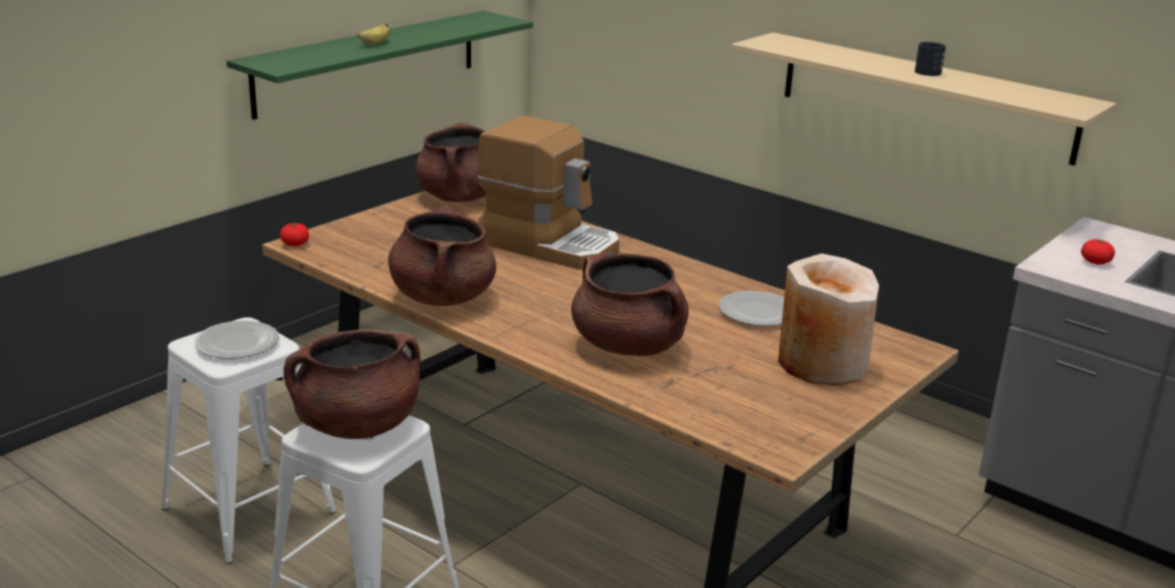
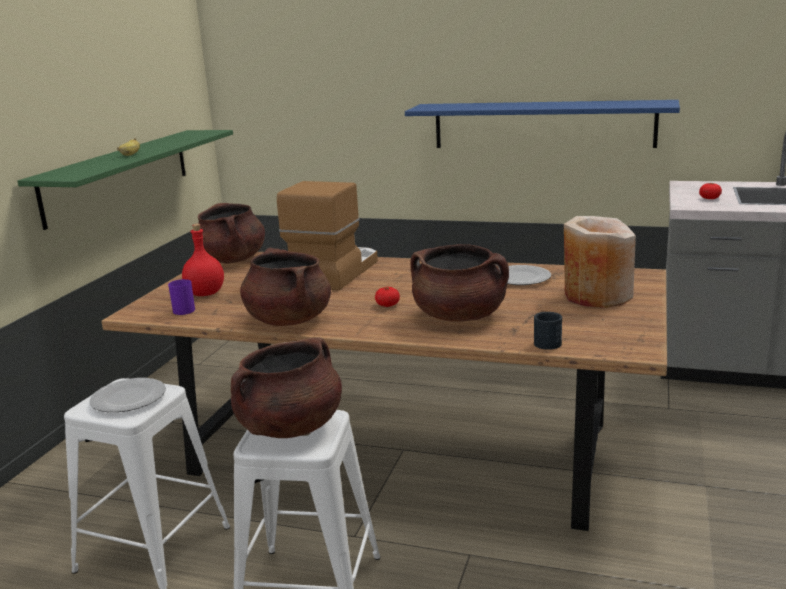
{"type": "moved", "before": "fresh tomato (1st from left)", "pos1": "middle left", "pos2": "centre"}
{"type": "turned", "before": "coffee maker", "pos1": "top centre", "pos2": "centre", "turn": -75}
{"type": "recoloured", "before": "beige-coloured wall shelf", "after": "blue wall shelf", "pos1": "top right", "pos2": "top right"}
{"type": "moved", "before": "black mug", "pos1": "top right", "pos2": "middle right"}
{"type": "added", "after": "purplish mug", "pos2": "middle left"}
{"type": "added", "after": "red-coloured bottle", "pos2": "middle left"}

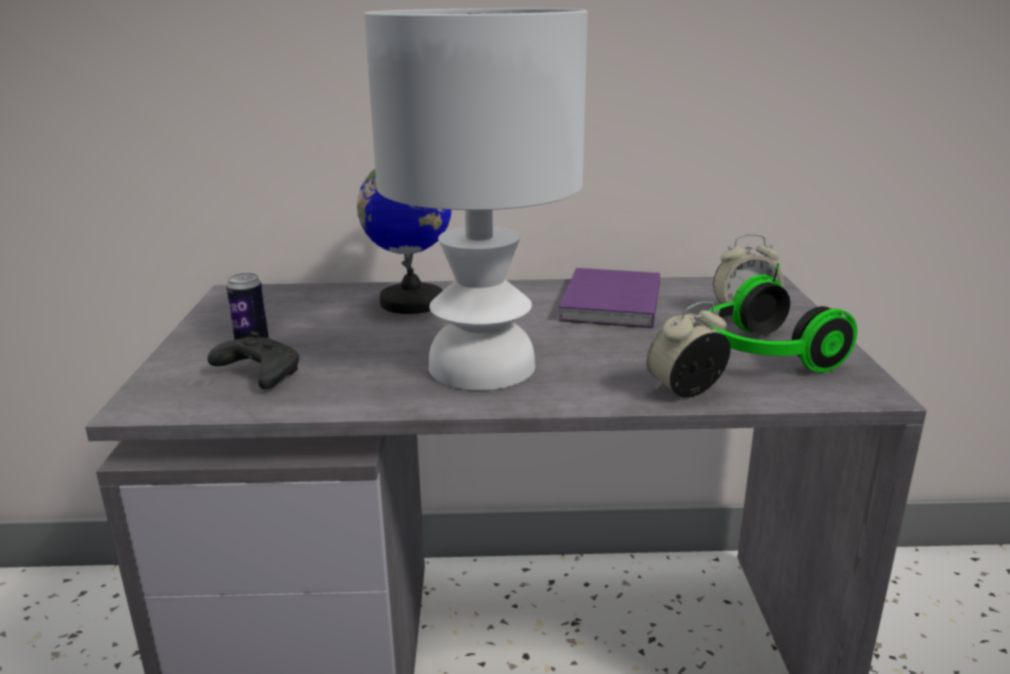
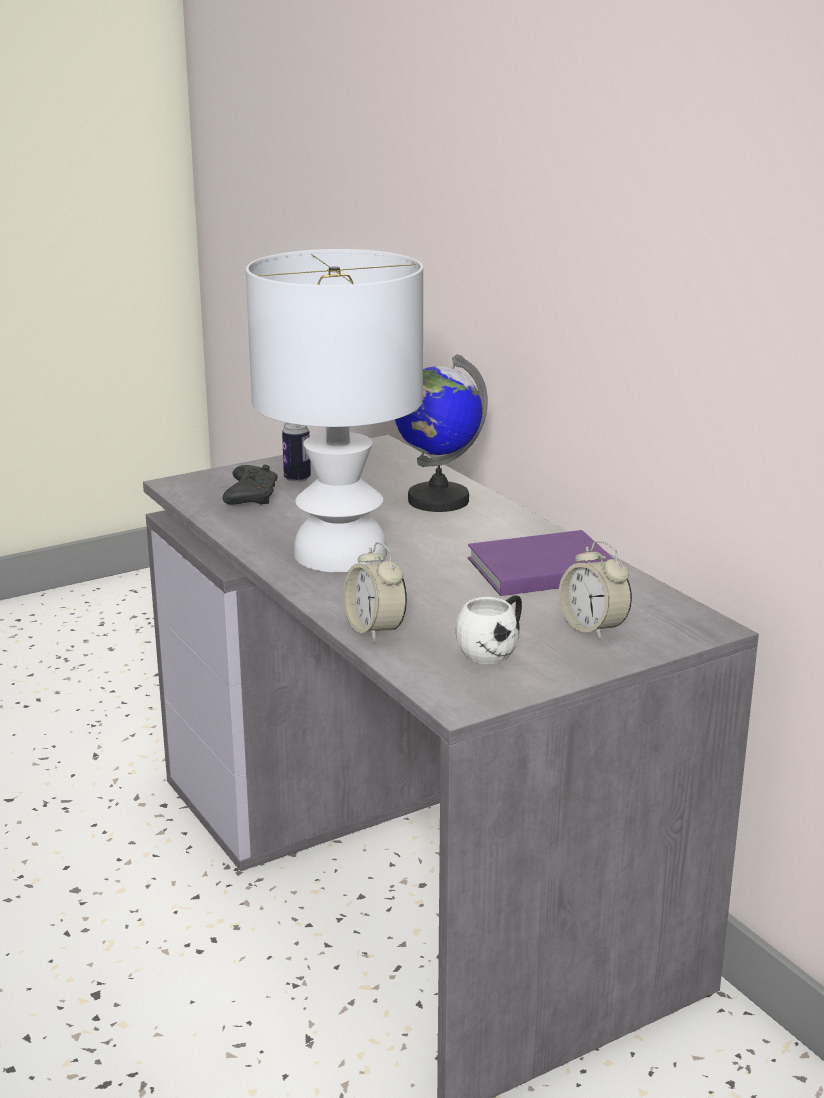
{"type": "turned", "before": "table clock (1st from left)", "pos1": "middle right", "pos2": "centre", "turn": -150}
{"type": "replaced", "before": "headphones", "after": "whitish mug", "pos1": "middle right", "pos2": "centre"}

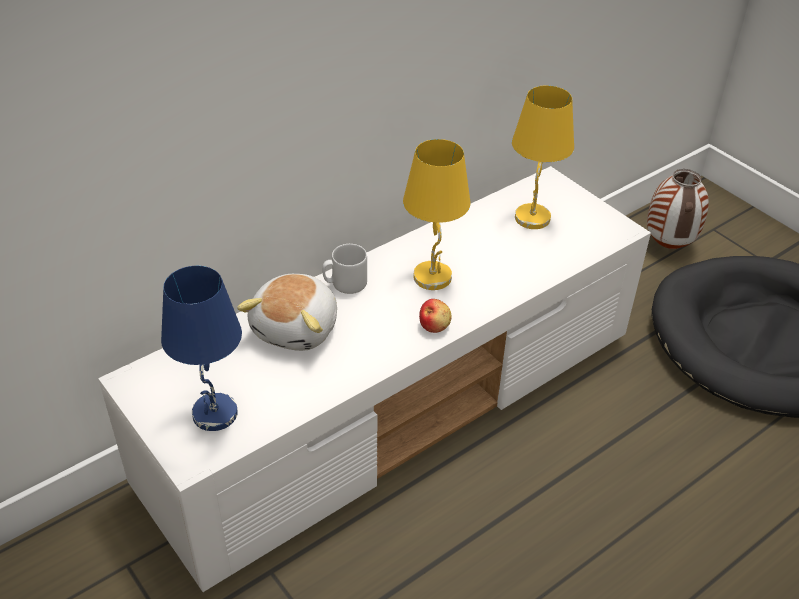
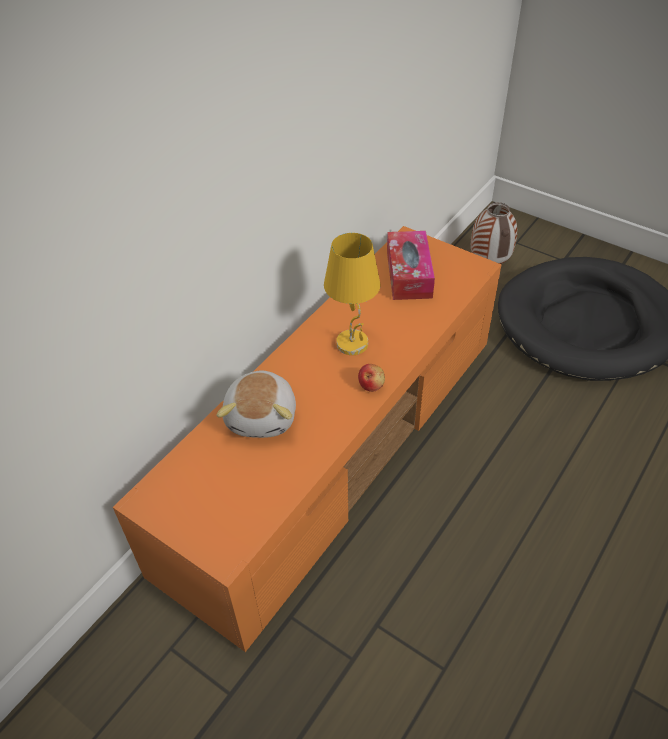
{"type": "recoloured", "before": "whitish tv unit", "after": "orange tv unit", "pos1": "centre", "pos2": "centre"}
{"type": "removed", "before": "blue tabletop lamp", "pos1": "middle left"}
{"type": "removed", "before": "greyish mug", "pos1": "centre"}
{"type": "replaced", "before": "yellow tabletop lamp (2nd from left)", "after": "tissue box", "pos1": "top right", "pos2": "centre"}

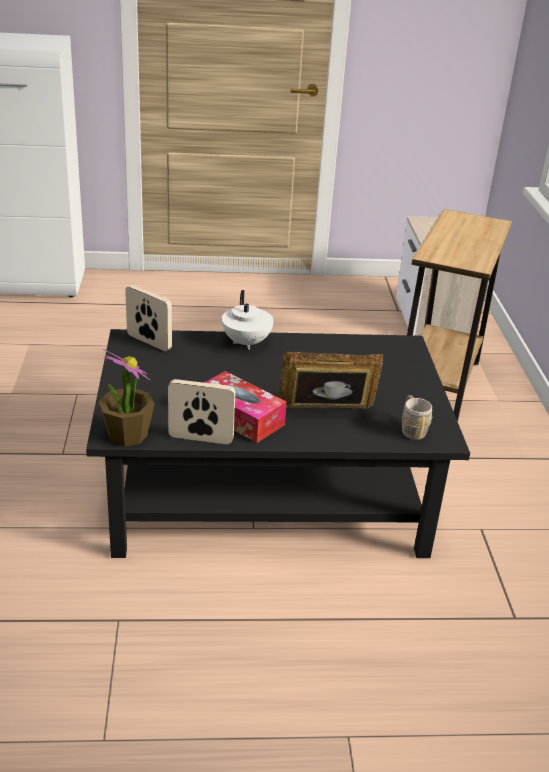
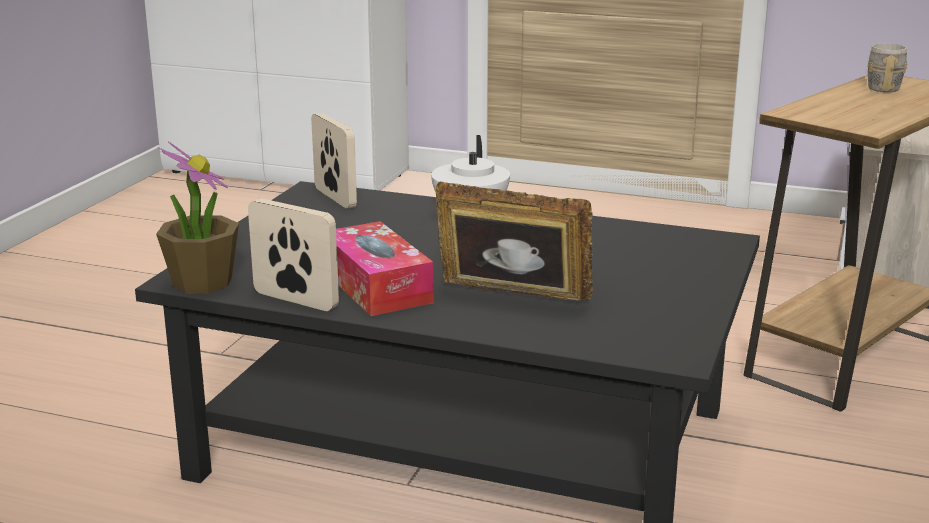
{"type": "moved", "before": "greyish mug", "pos1": "middle right", "pos2": "top right"}

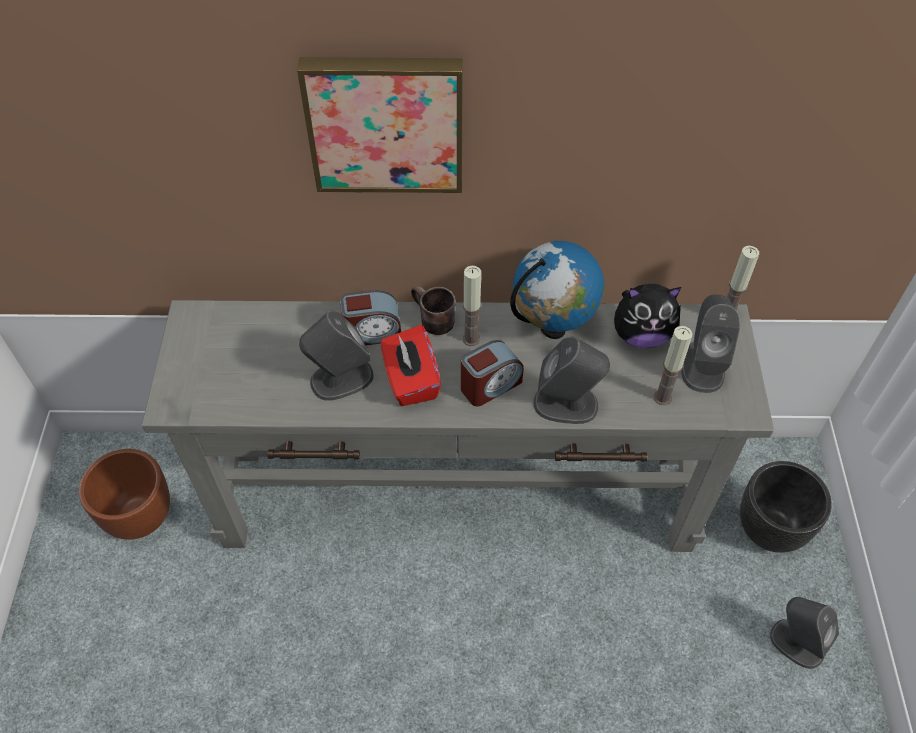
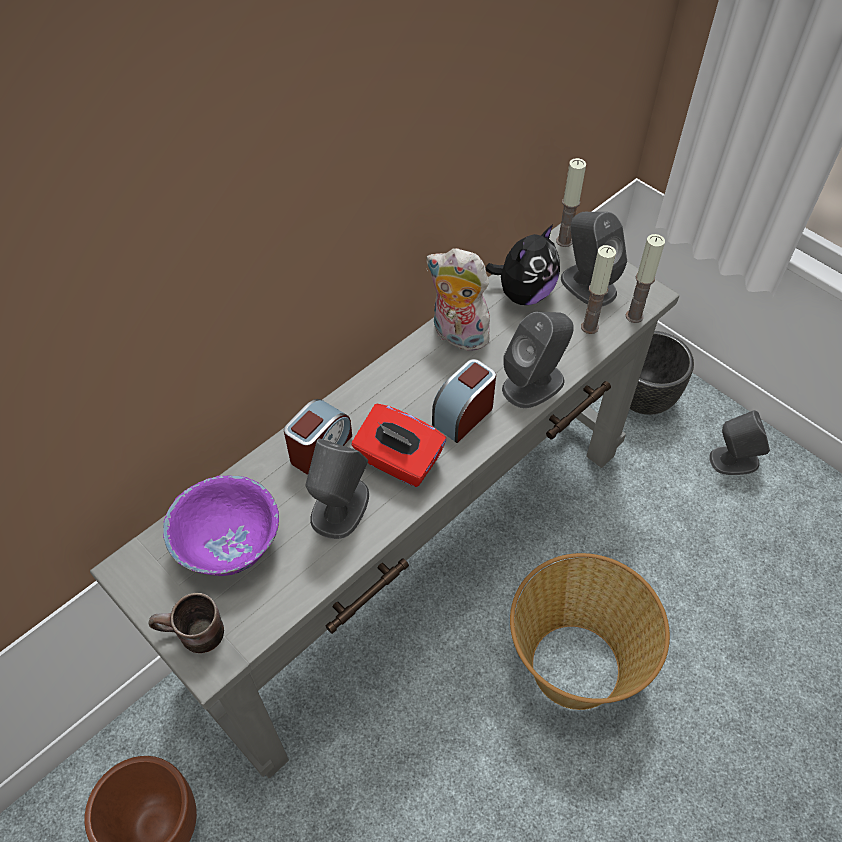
{"type": "removed", "before": "wall art", "pos1": "top centre"}
{"type": "moved", "before": "brown mug", "pos1": "centre", "pos2": "bottom left"}
{"type": "turned", "before": "table clock (2nd from left)", "pos1": "centre", "pos2": "centre", "turn": -150}
{"type": "moved", "before": "wax light (1st from left in the first image)", "after": "wax light (3rd from left)", "pos1": "centre", "pos2": "top right"}
{"type": "replaced", "before": "desk globe", "after": "cuddly toy (1st from left)", "pos1": "centre", "pos2": "centre"}
{"type": "added", "after": "purplish bowl", "pos2": "middle left"}
{"type": "added", "after": "storage basket", "pos2": "bottom right"}

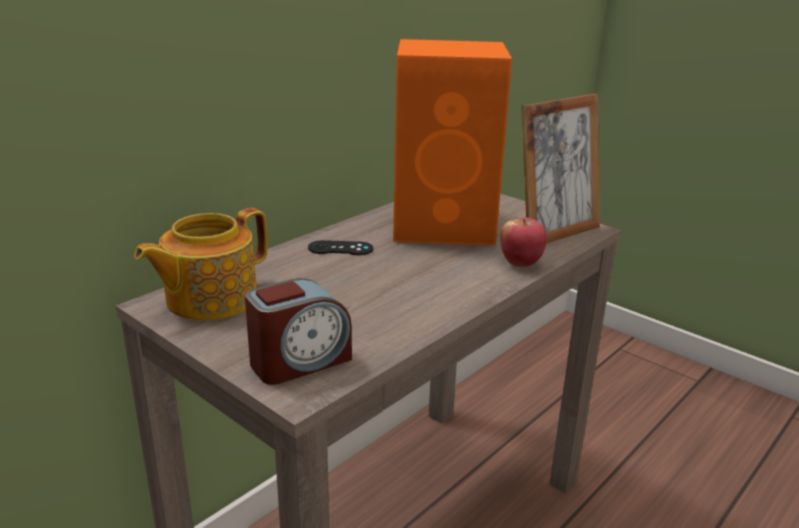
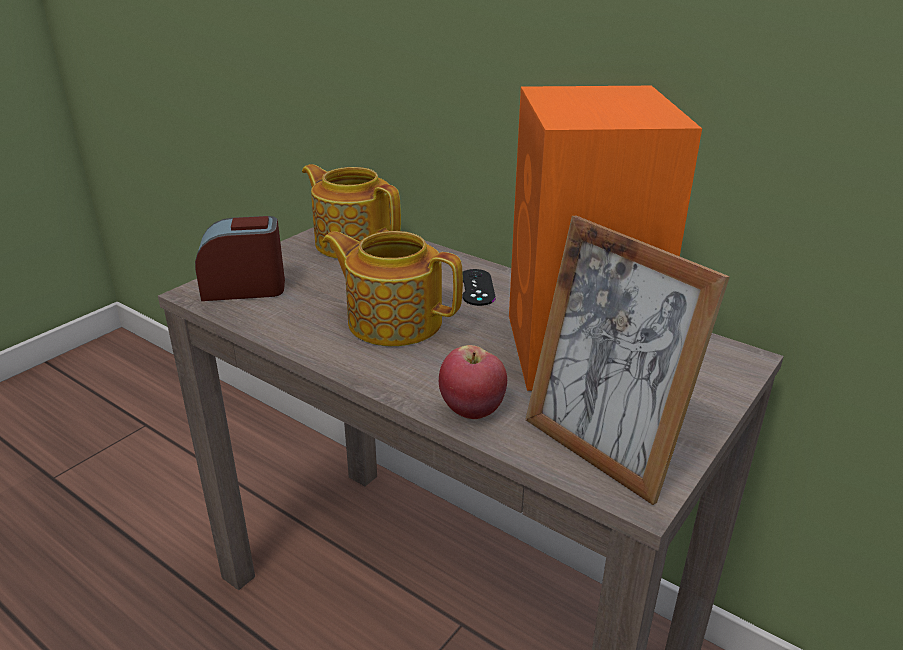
{"type": "turned", "before": "table clock", "pos1": "centre", "pos2": "middle left", "turn": 120}
{"type": "added", "after": "tea pot (2nd from left)", "pos2": "centre"}

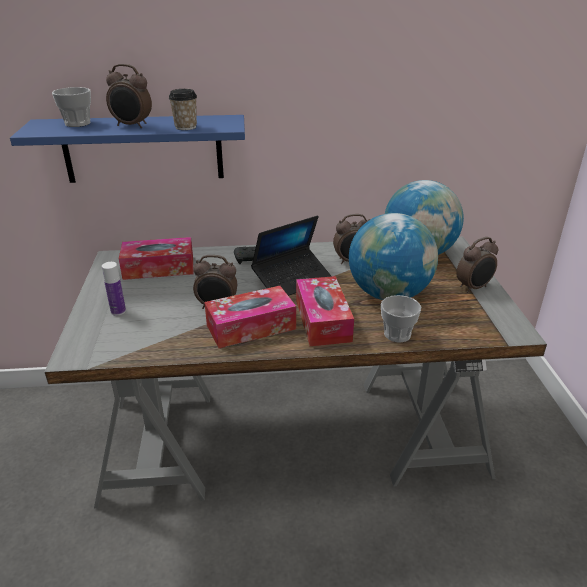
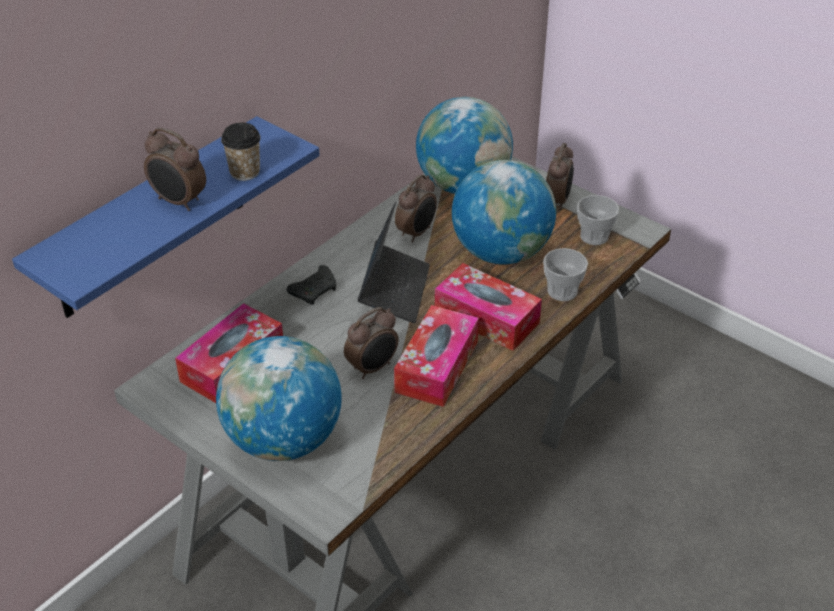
{"type": "moved", "before": "small cup (1st from left in the first image)", "after": "small cup (3rd from left)", "pos1": "top left", "pos2": "middle right"}
{"type": "replaced", "before": "bottle", "after": "desk globe (1st from left)", "pos1": "middle left", "pos2": "centre"}
{"type": "turned", "before": "table clock (1st from left)", "pos1": "top left", "pos2": "top left", "turn": 60}

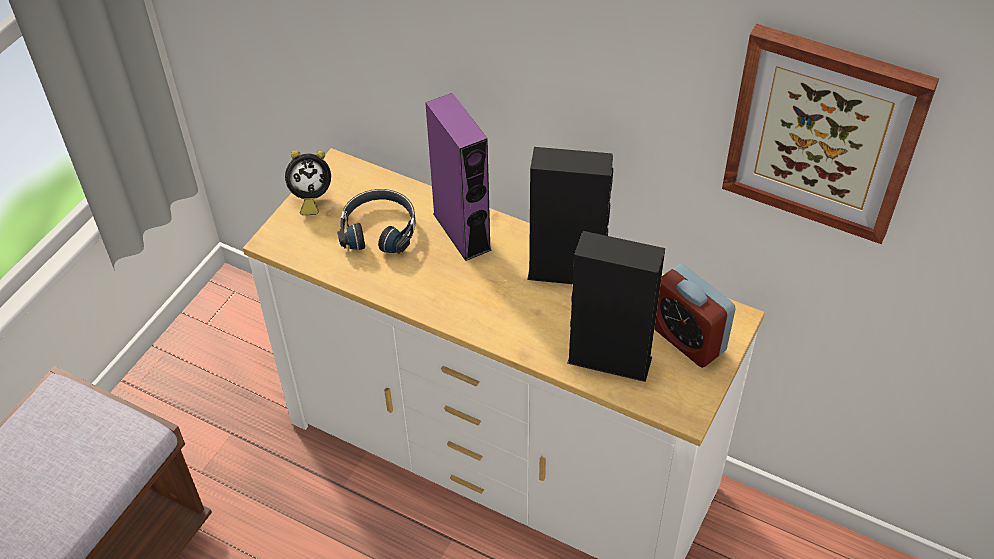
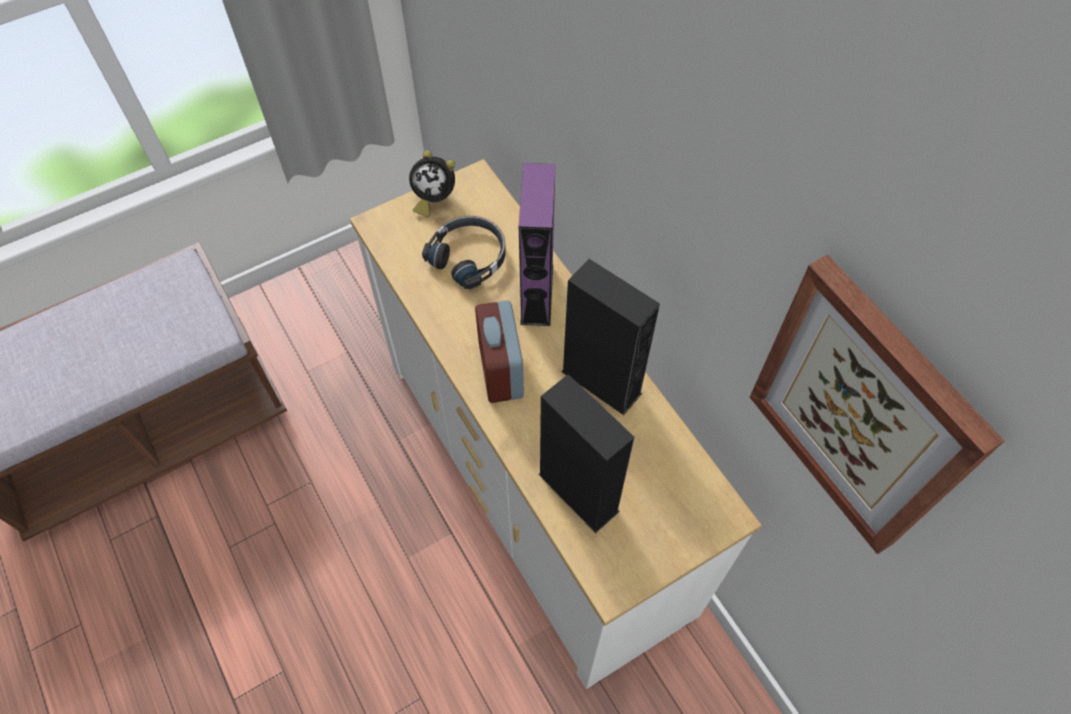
{"type": "moved", "before": "table clock (2nd from left)", "pos1": "middle right", "pos2": "centre"}

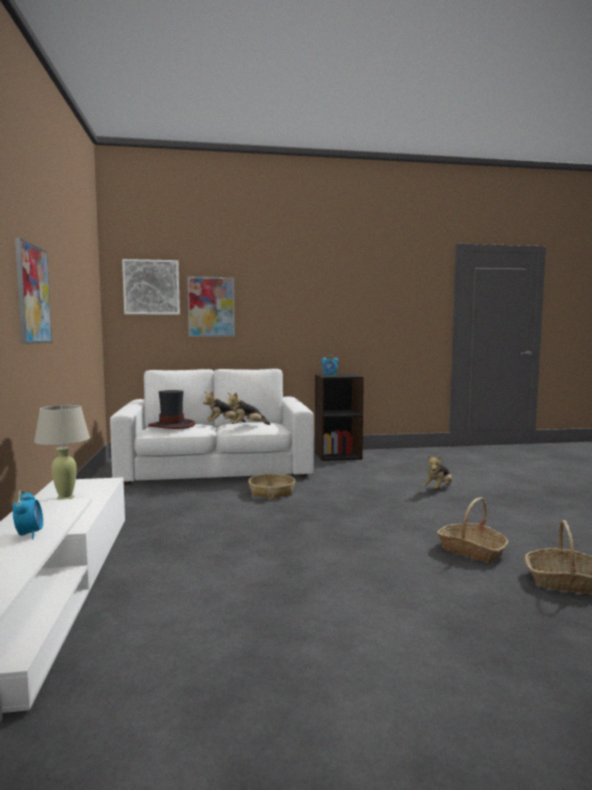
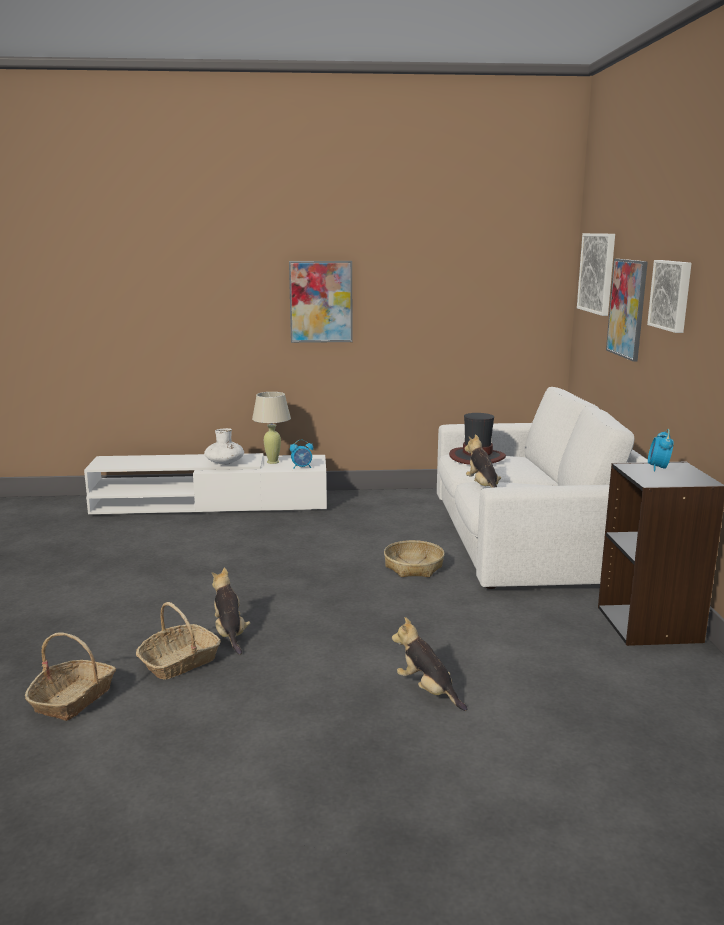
{"type": "moved", "before": "table clock (1st from left)", "pos1": "middle left", "pos2": "centre"}
{"type": "moved", "before": "cuddly toy (1st from left)", "pos1": "centre", "pos2": "middle left"}
{"type": "added", "after": "whitish decorative vase", "pos2": "middle left"}
{"type": "added", "after": "wall art (4th from left)", "pos2": "top right"}

